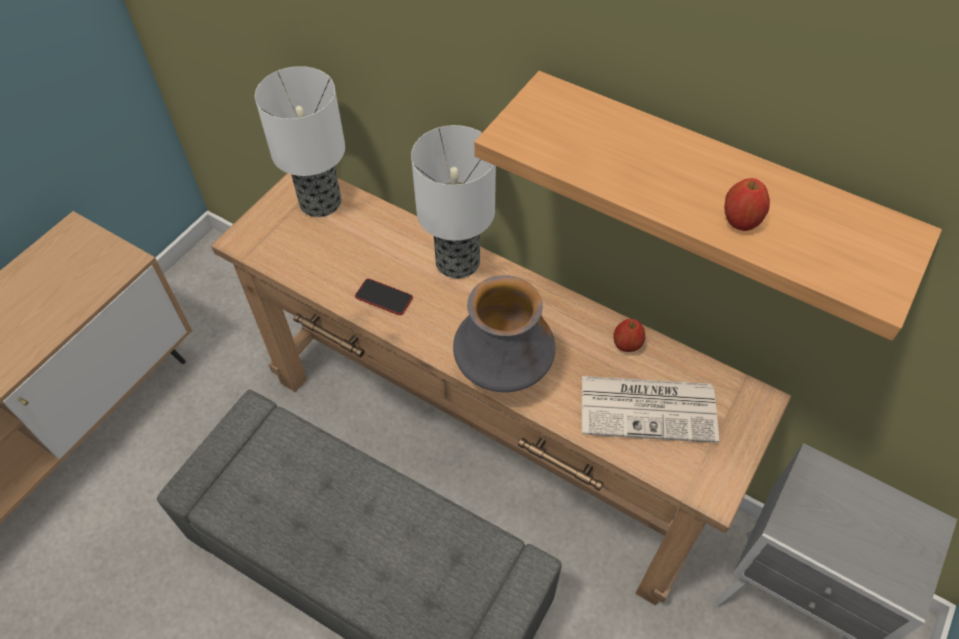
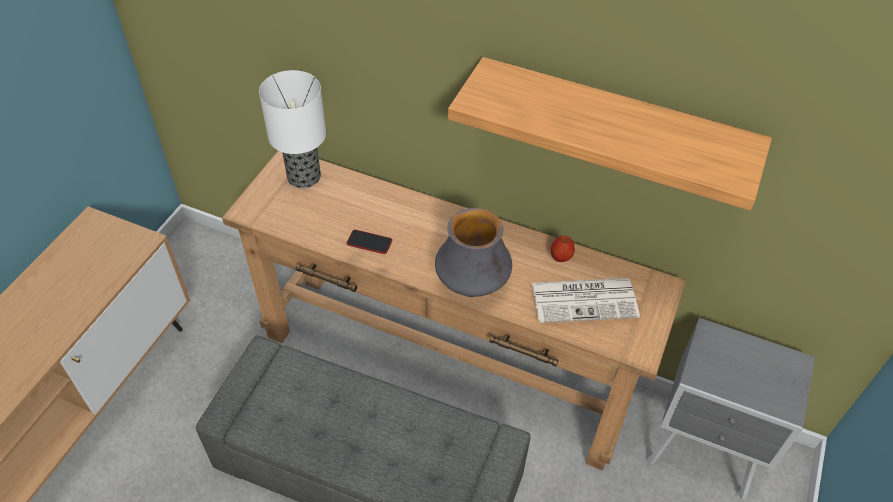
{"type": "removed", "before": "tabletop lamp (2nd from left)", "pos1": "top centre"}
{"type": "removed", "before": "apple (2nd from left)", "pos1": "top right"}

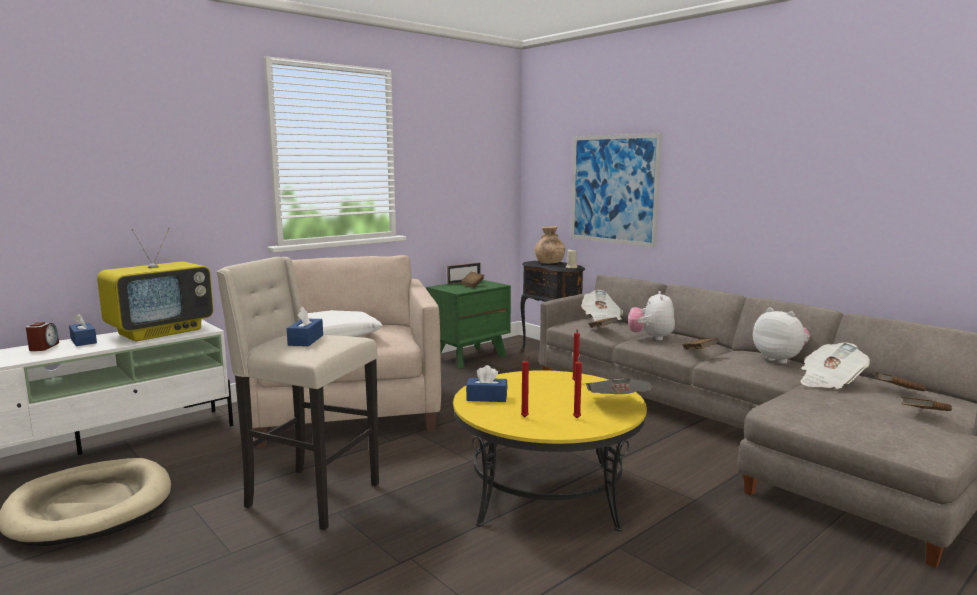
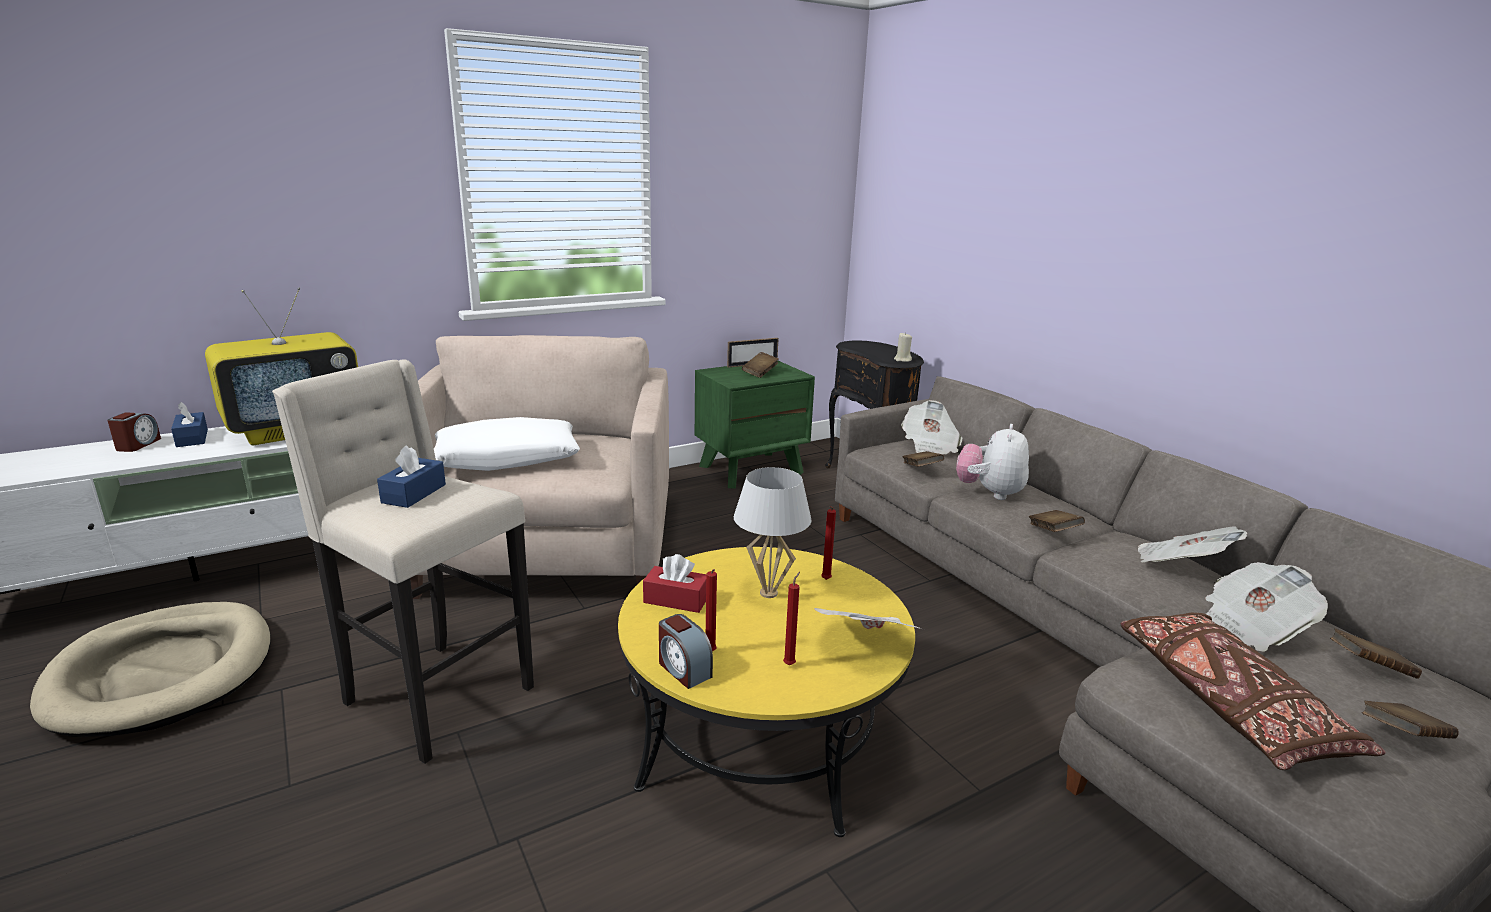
{"type": "recoloured", "before": "blue tissue box (3rd from left)", "after": "red-coloured tissue box", "pos1": "centre", "pos2": "centre"}
{"type": "removed", "before": "brown decorative vase", "pos1": "centre"}
{"type": "removed", "before": "wall art", "pos1": "top centre"}
{"type": "replaced", "before": "cuddly toy (2nd from left)", "after": "daily paper (3rd from left)", "pos1": "middle right", "pos2": "middle right"}
{"type": "added", "after": "table clock (2nd from left)", "pos2": "bottom centre"}
{"type": "added", "after": "whitish tabletop lamp", "pos2": "centre"}
{"type": "added", "after": "brown cushion", "pos2": "bottom right"}

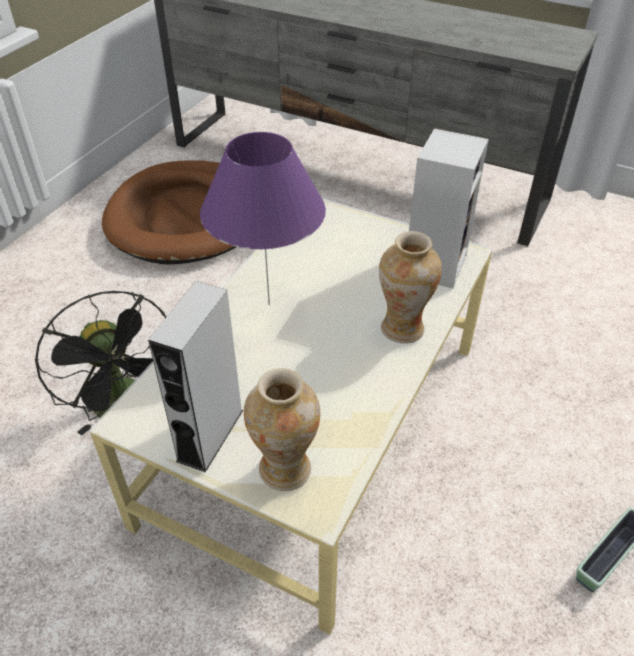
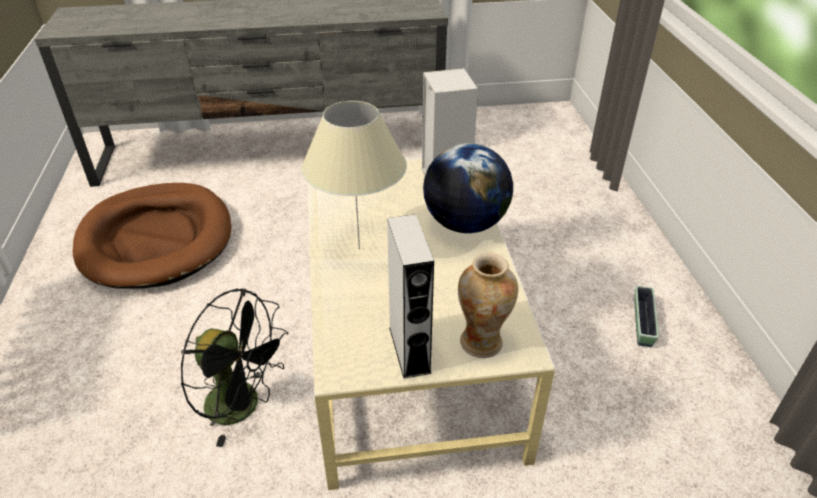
{"type": "recoloured", "before": "purplish tabletop lamp", "after": "beige-coloured tabletop lamp", "pos1": "top centre", "pos2": "centre"}
{"type": "replaced", "before": "decorative vase (2nd from left)", "after": "desk globe", "pos1": "centre", "pos2": "centre"}

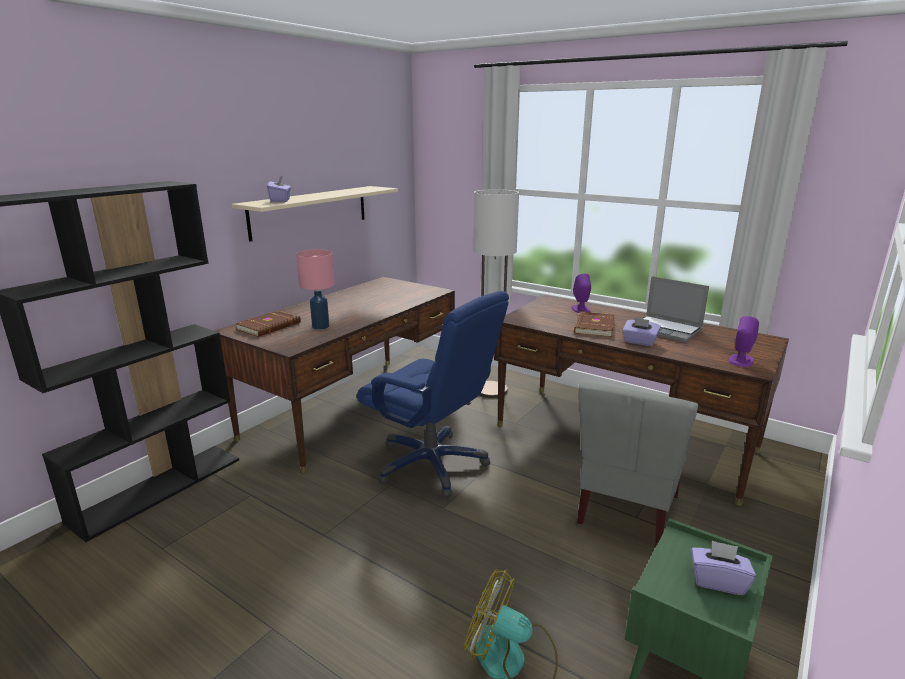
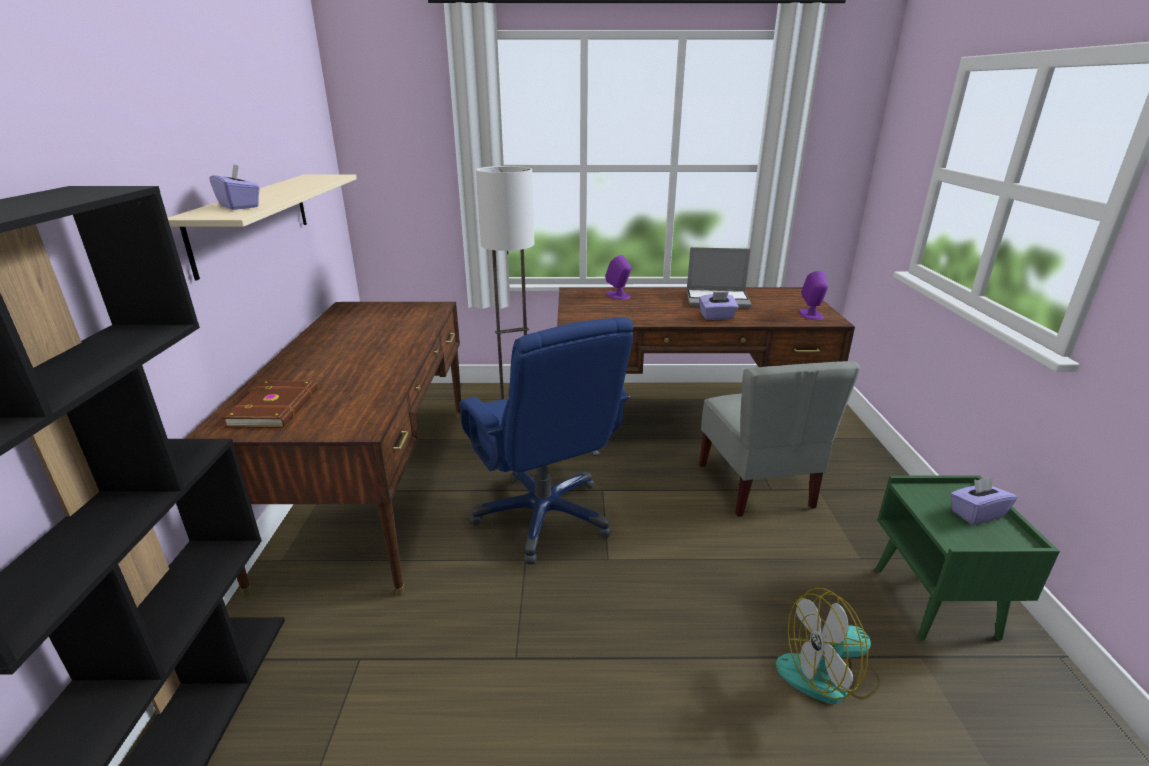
{"type": "removed", "before": "pink-coloured tabletop lamp", "pos1": "centre"}
{"type": "turned", "before": "blue computer chair", "pos1": "centre", "pos2": "centre", "turn": 60}
{"type": "removed", "before": "brown bound book (2nd from left)", "pos1": "centre"}

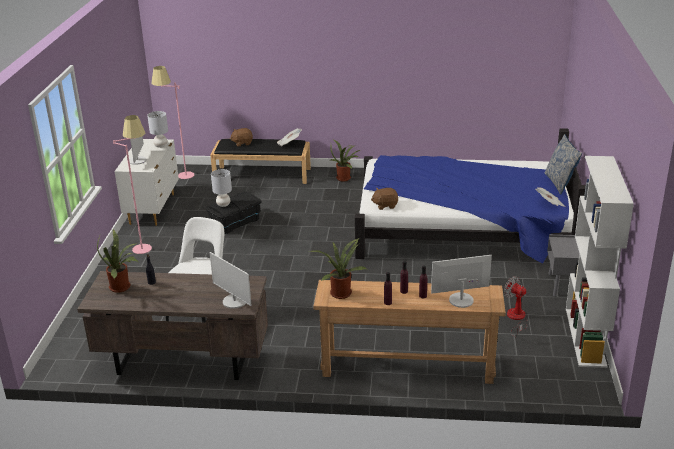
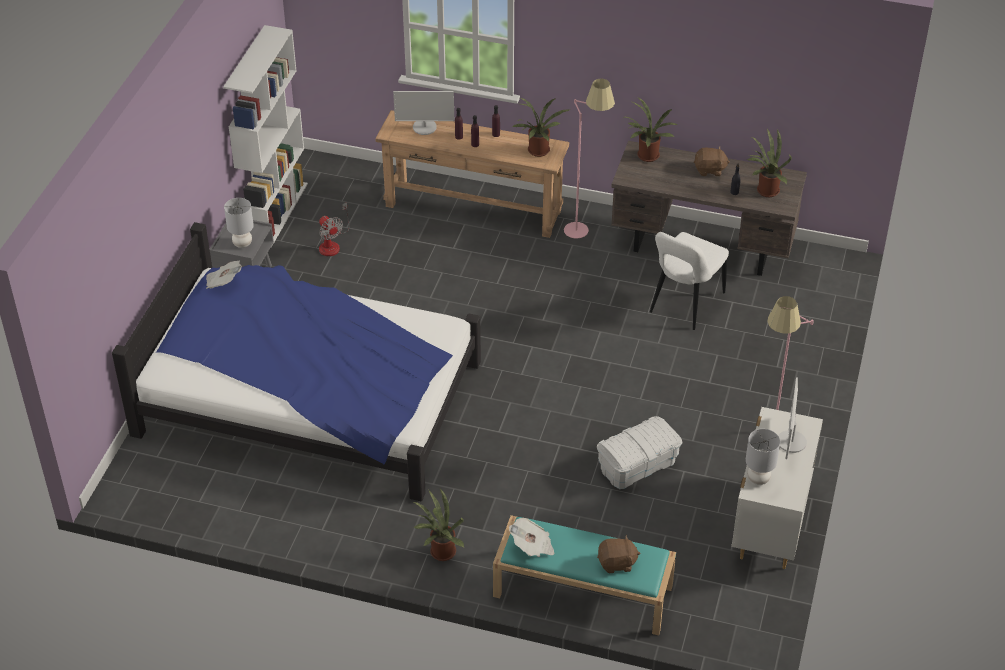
{"type": "moved", "before": "pink-coloured floor lamp (2nd from left in the first image)", "after": "pink-coloured floor lamp (1st from left)", "pos1": "top left", "pos2": "top centre"}
{"type": "recoloured", "before": "black storage box", "after": "whitish storage box", "pos1": "centre", "pos2": "bottom centre"}
{"type": "replaced", "before": "computer screen (2nd from left)", "after": "houseplant (3rd from left)", "pos1": "centre", "pos2": "top centre"}
{"type": "recoloured", "before": "black indoor bench", "after": "turquoise indoor bench", "pos1": "centre", "pos2": "bottom centre"}
{"type": "moved", "before": "greyish tabletop lamp (2nd from left in the first image)", "after": "greyish tabletop lamp (1st from left)", "pos1": "middle left", "pos2": "top left"}
{"type": "moved", "before": "brown cuddly toy (2nd from left)", "pos1": "centre", "pos2": "top right"}
{"type": "removed", "before": "cushion", "pos1": "middle right"}

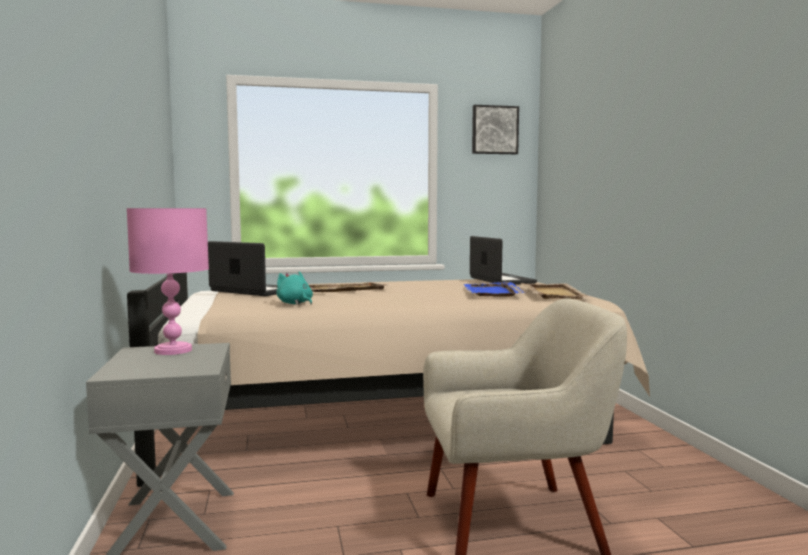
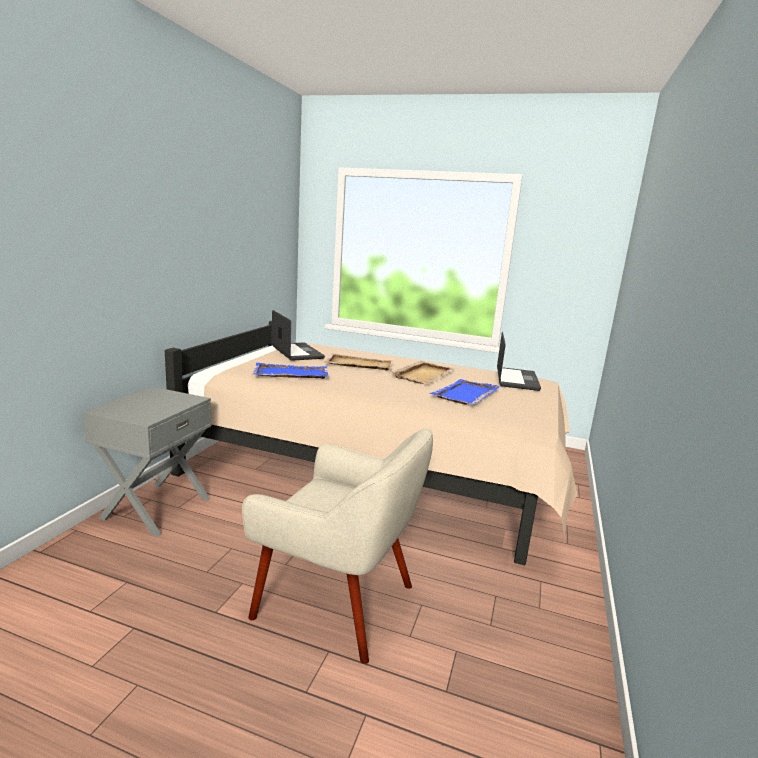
{"type": "removed", "before": "pink-coloured tabletop lamp", "pos1": "middle left"}
{"type": "replaced", "before": "turquoise cuddly toy", "after": "blue tray (1st from left)", "pos1": "centre", "pos2": "centre"}
{"type": "removed", "before": "wall art", "pos1": "top centre"}
{"type": "moved", "before": "beige-coloured tray (2nd from left)", "pos1": "middle right", "pos2": "centre"}

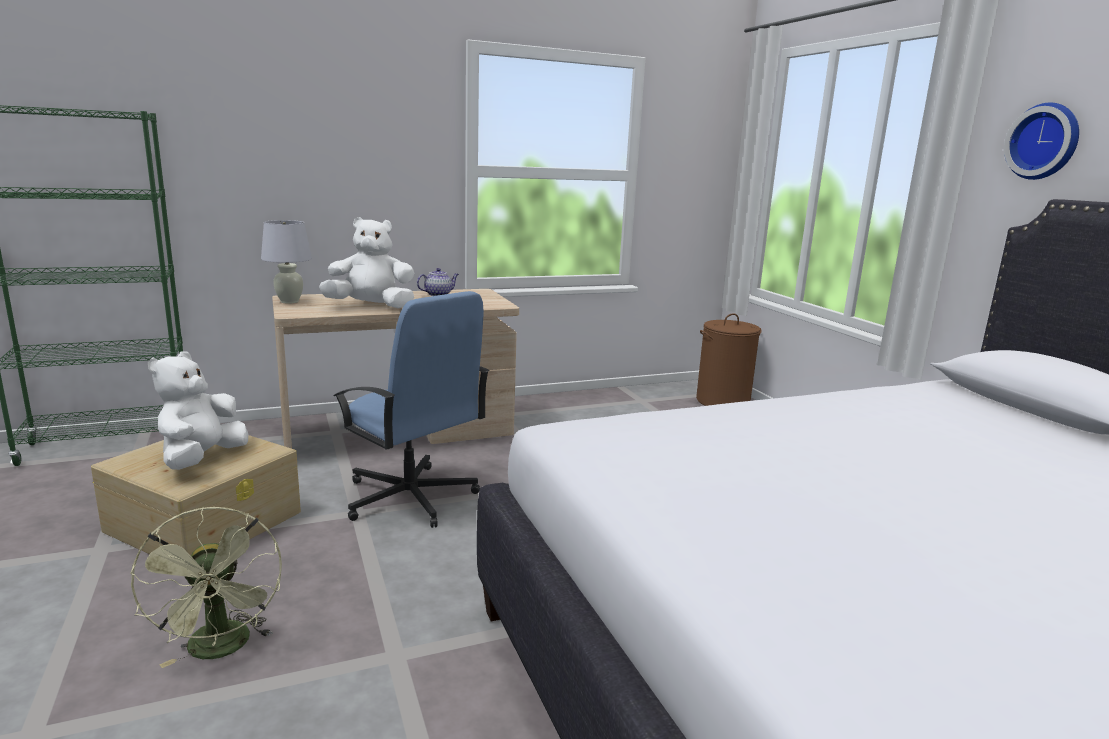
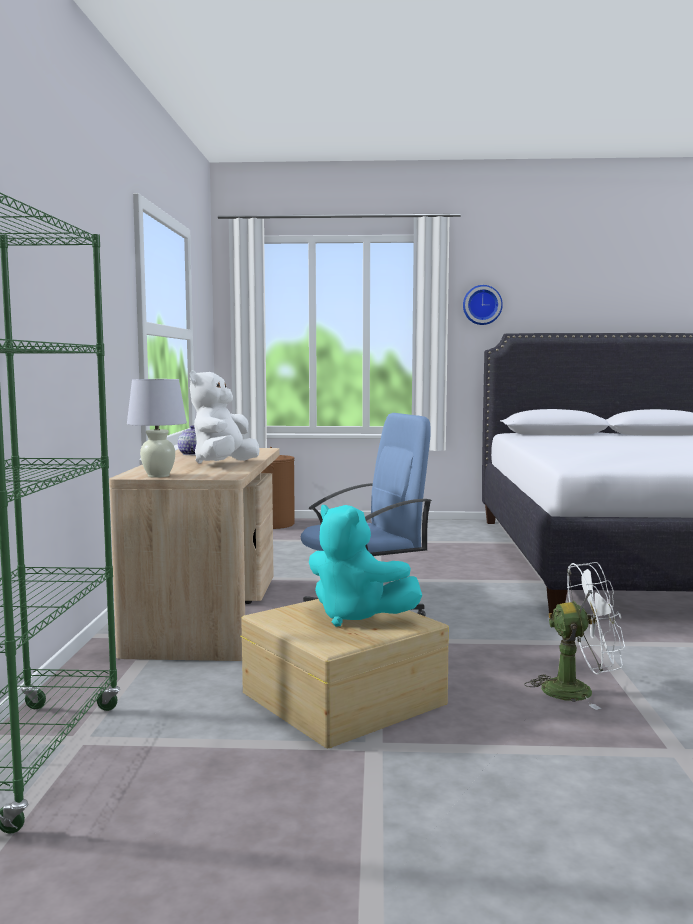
{"type": "recoloured", "before": "green electric fan", "after": "whitish electric fan", "pos1": "bottom left", "pos2": "bottom right"}
{"type": "recoloured", "before": "whitish cuddly toy (1st from left)", "after": "turquoise cuddly toy", "pos1": "middle left", "pos2": "centre"}

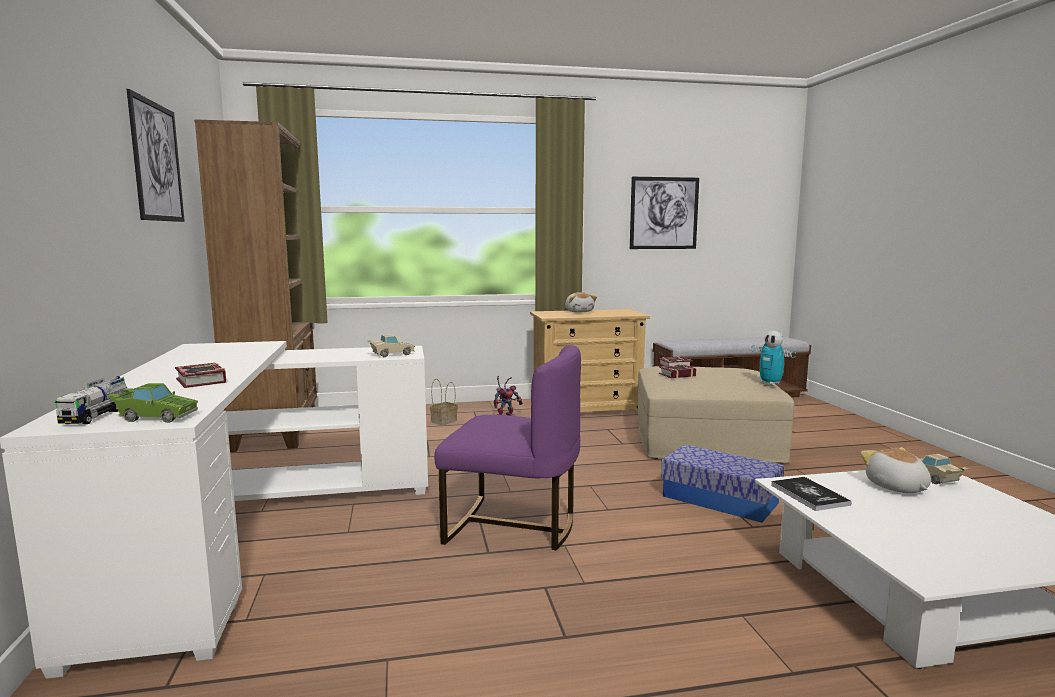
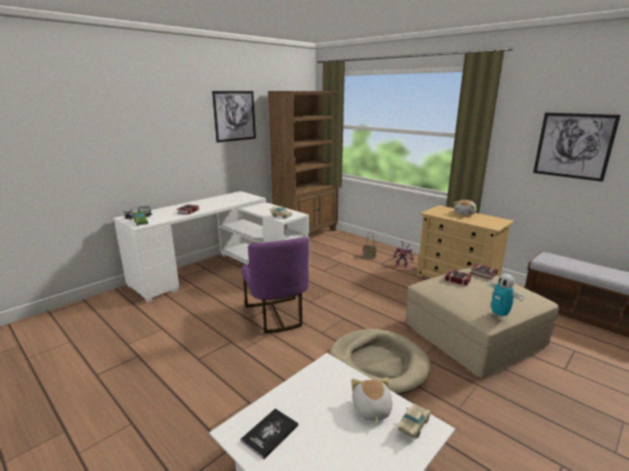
{"type": "replaced", "before": "storage box", "after": "beige-coloured dog bed", "pos1": "bottom right", "pos2": "bottom centre"}
{"type": "turned", "before": "robot figure (2nd from left)", "pos1": "middle right", "pos2": "middle right", "turn": -45}
{"type": "moved", "before": "bound book (4th from left in the first image)", "after": "bound book (2nd from left)", "pos1": "bottom right", "pos2": "bottom centre"}
{"type": "turned", "before": "cuddly toy (2nd from left in the first image)", "pos1": "bottom right", "pos2": "bottom centre", "turn": -45}

